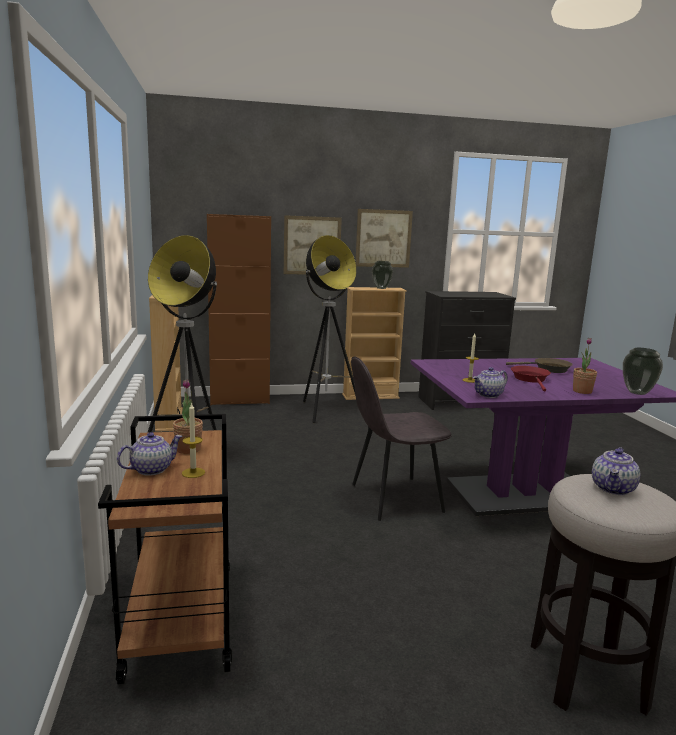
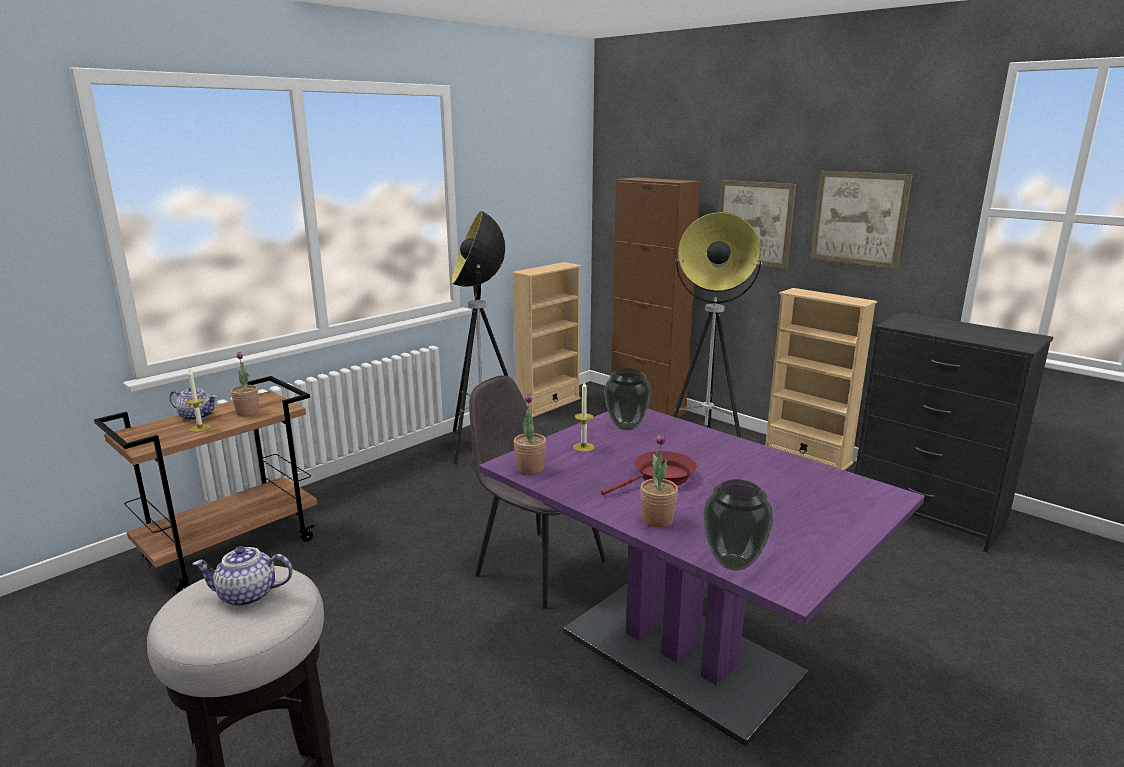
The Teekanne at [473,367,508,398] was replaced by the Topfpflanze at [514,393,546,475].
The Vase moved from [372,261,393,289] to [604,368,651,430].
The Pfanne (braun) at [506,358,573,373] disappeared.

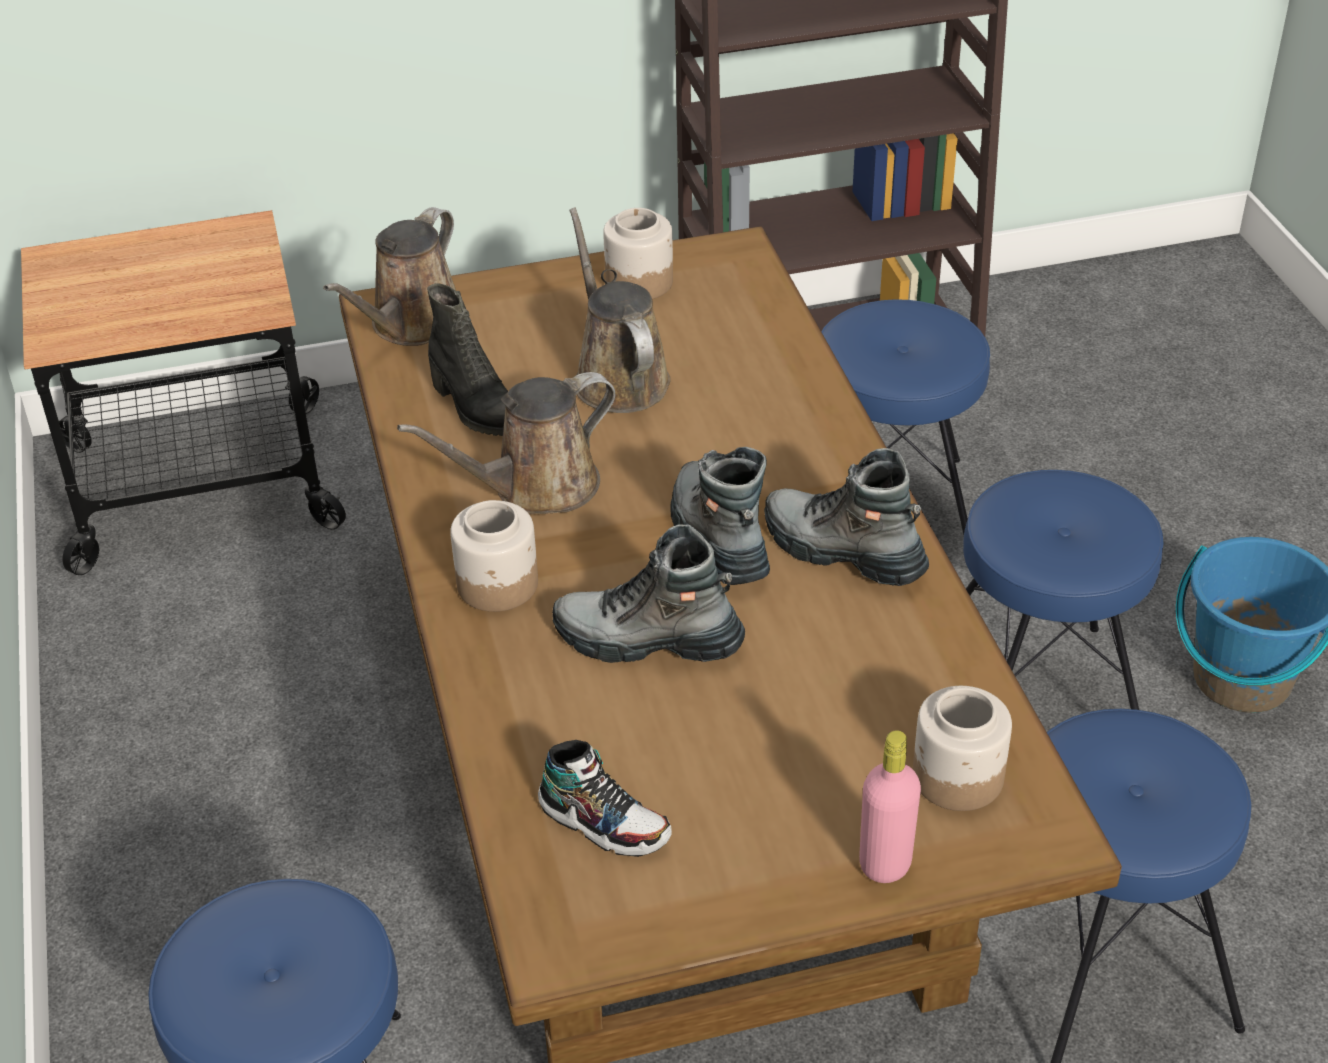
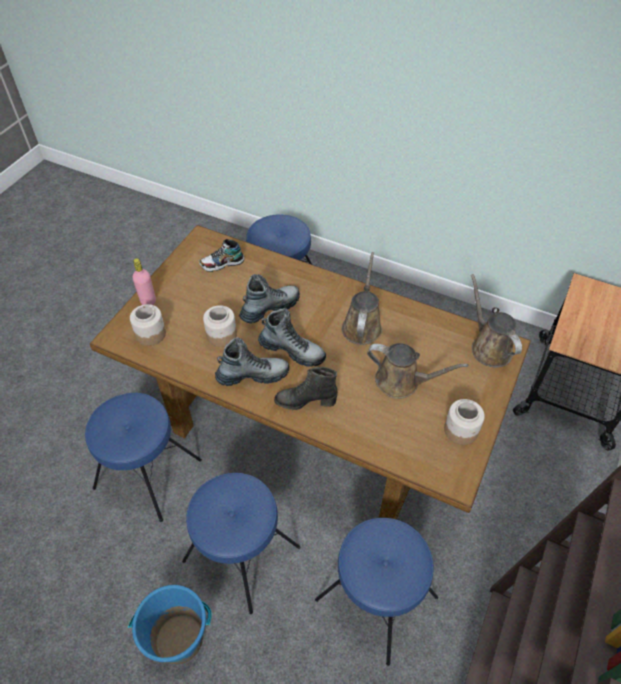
The Vorratsglas moved from [450,500,538,612] to [203,305,237,347].
The Stiefel (schwarz) moved from [427,283,508,436] to [274,367,338,410].

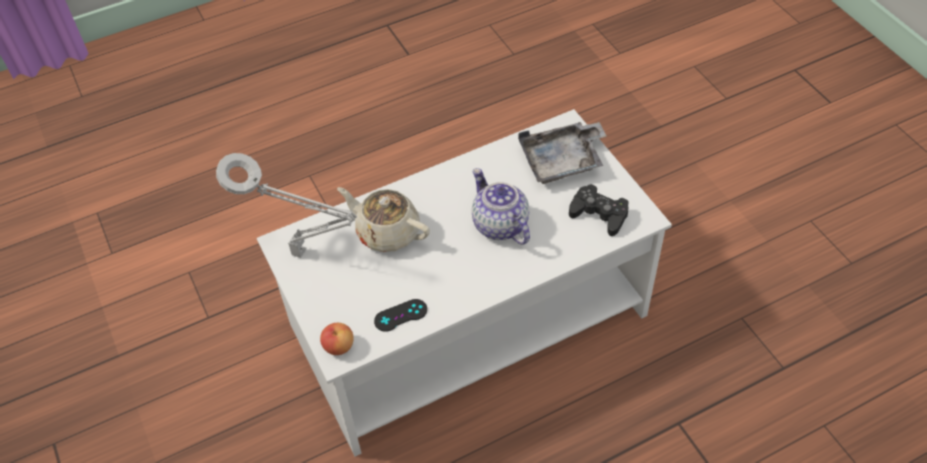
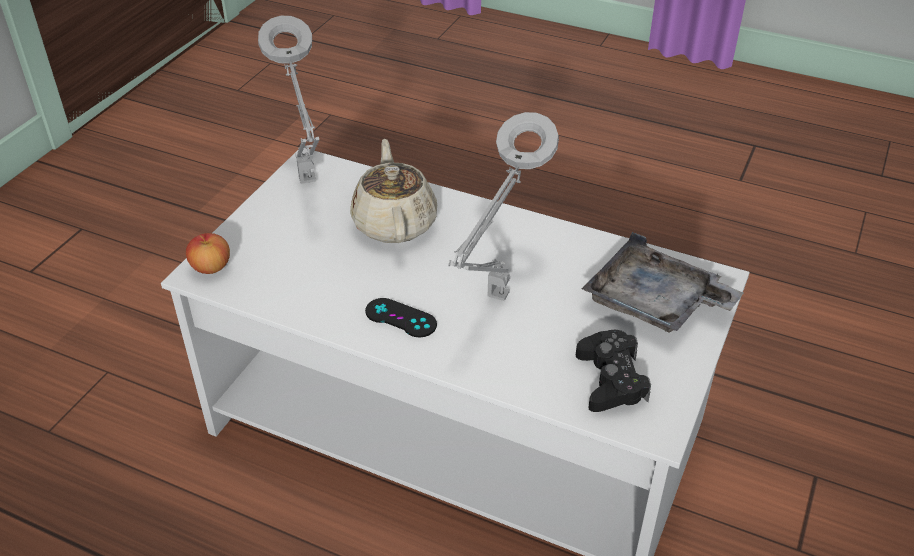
The Gamepad (schwarz) moved from [374,299,427,332] to [365,298,437,337].
The Teekanne at [472,168,530,245] was replaced by the Tischlampe (grau) at [448,112,559,301].

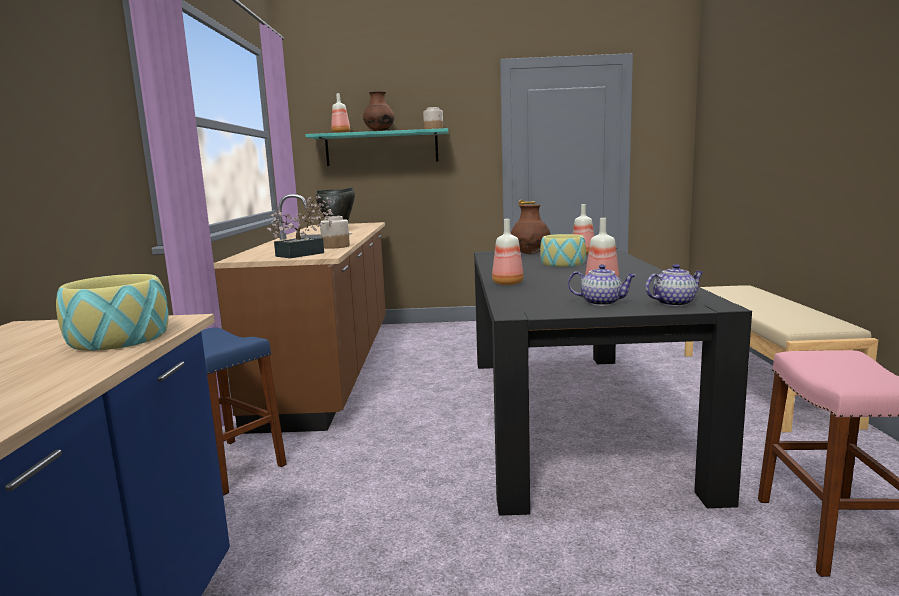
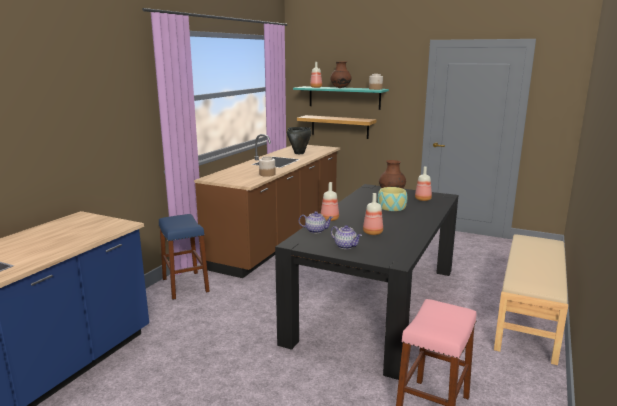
The Wandregal at [297,115,376,139] appeared.
The Teekanne moved from [645,264,703,307] to [299,211,334,233].
The Schüssel at [56,274,169,351] disappeared.
The Topfpflanze at [267,195,333,258] disappeared.

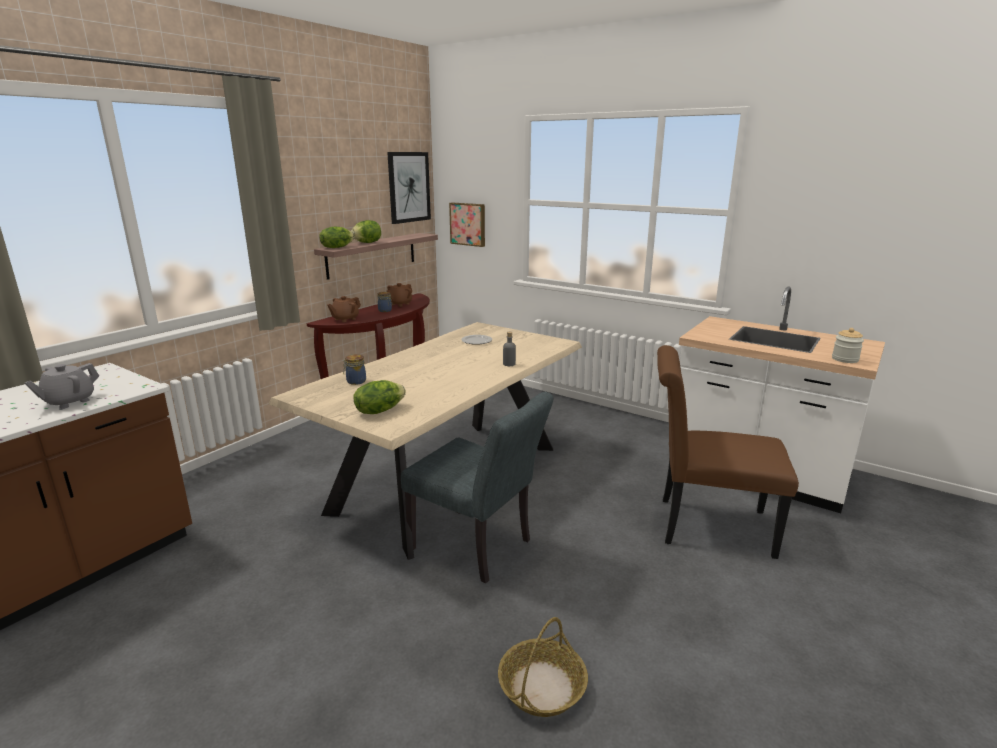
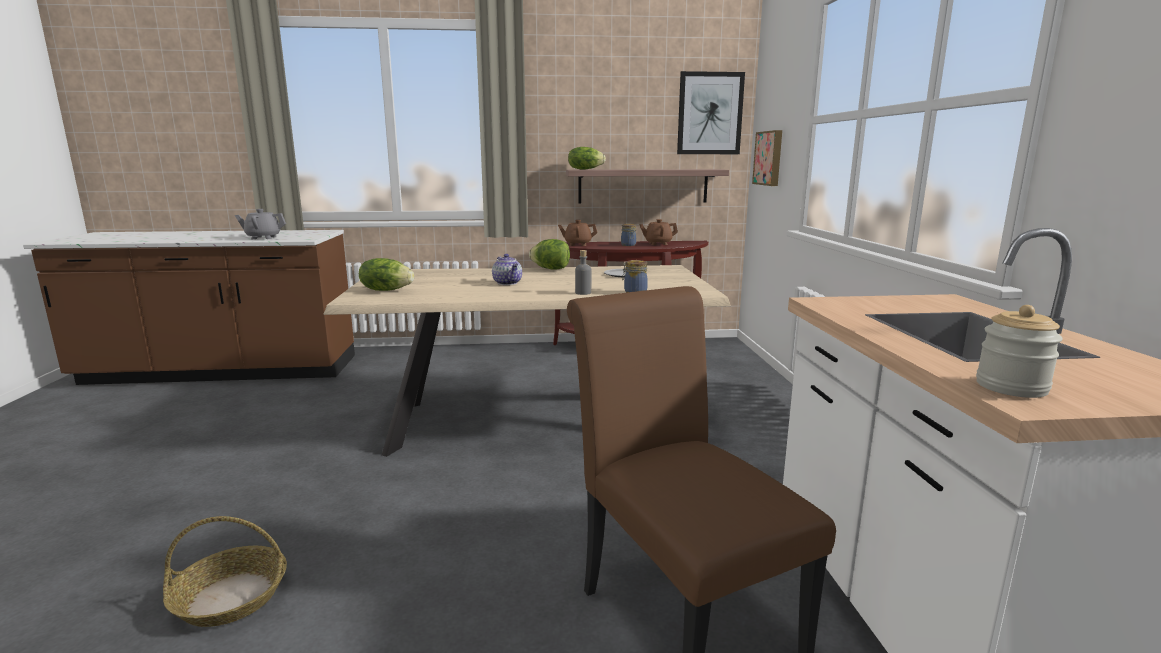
The Teekanne at [492,254,522,285] appeared.
The Salatkopf moved from [351,220,381,243] to [529,239,570,269].
The Vorratsglas moved from [343,354,366,385] to [622,260,648,293].
The Stuhl (grau) at [401,392,553,583] disappeared.

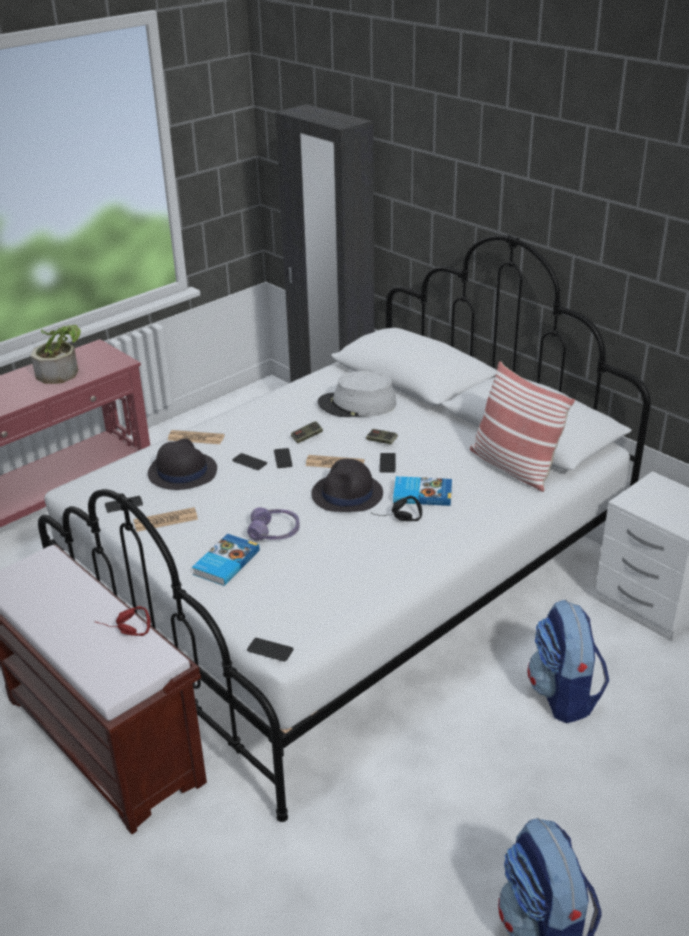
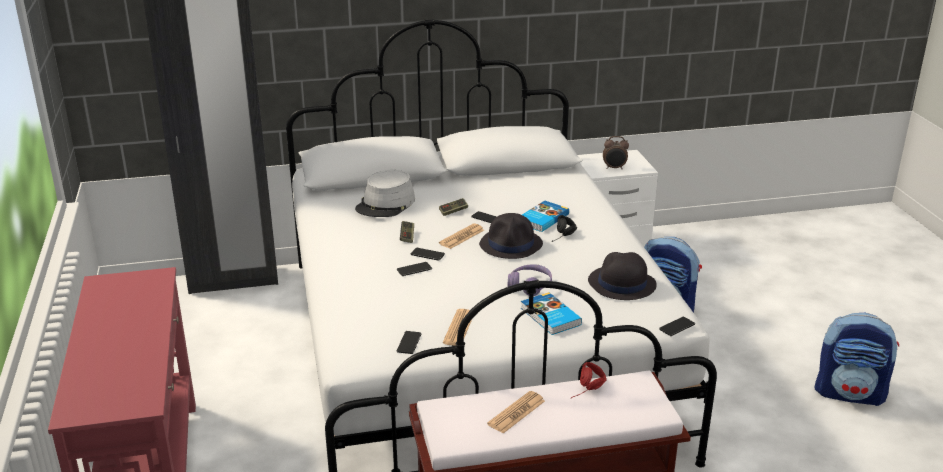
The Zeitung moved from [168,430,224,444] to [487,391,545,433].
The Hut (schwarz) moved from [148,438,217,490] to [588,252,657,300].
The Wecker at [603,136,629,169] appeared.
The Topfpflanze at [31,325,81,384] disappeared.
The Kissen at [470,361,575,492] disappeared.

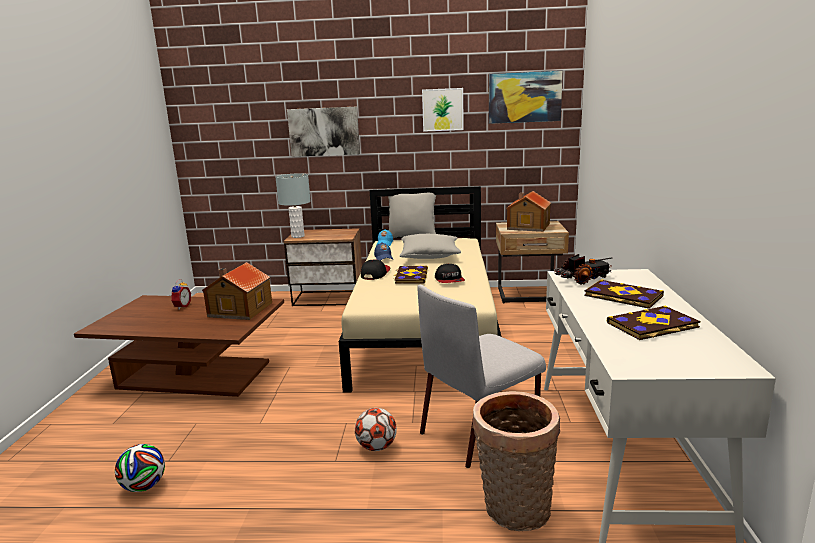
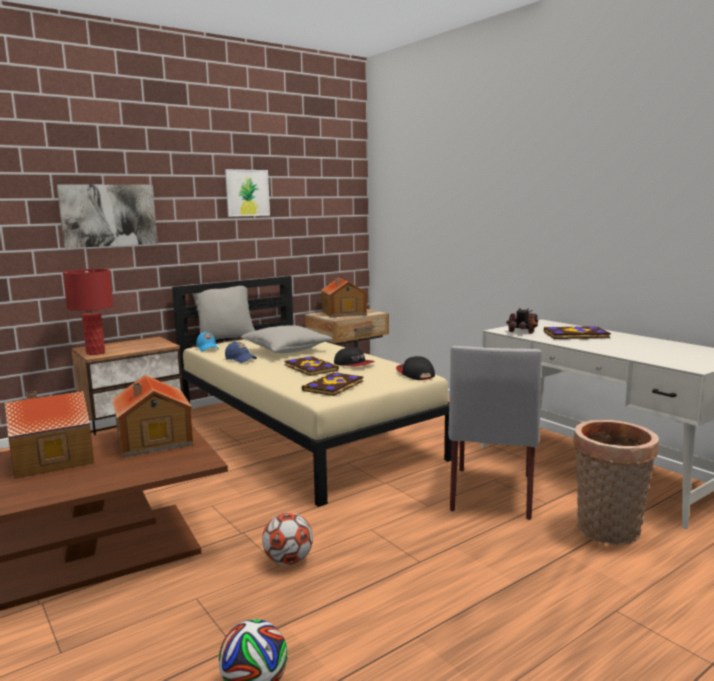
The Wecker at [170,279,191,310] was replaced by the Spielzeughaus at [5,391,94,479].
The Tischlampe (grau) at [276,173,311,238] became the Tischlampe (rot) at [63,269,114,355].
The Fußball moved from [355,408,397,451] to [262,512,313,565].
The Buch moved from [607,306,700,340] to [302,372,364,396].
The Kappe moved from [361,260,391,280] to [396,356,435,380].
The Bild at [489,71,563,124] disappeared.

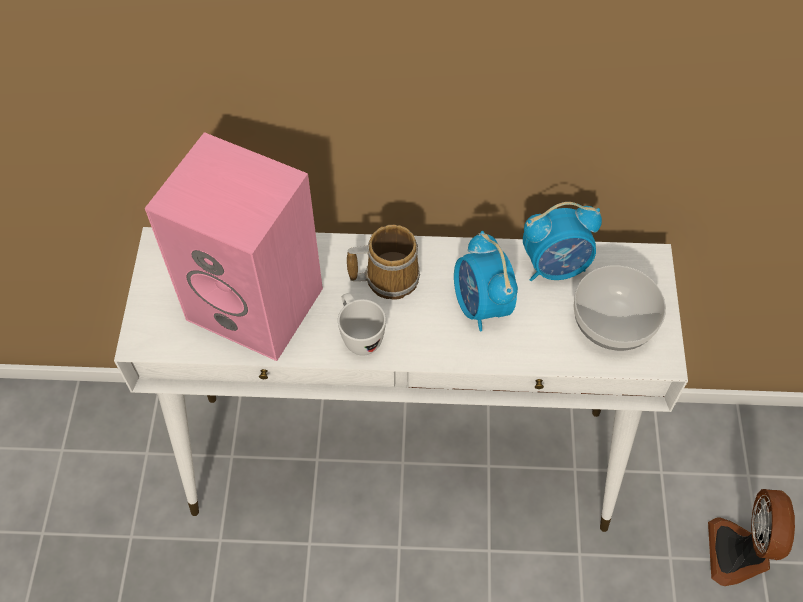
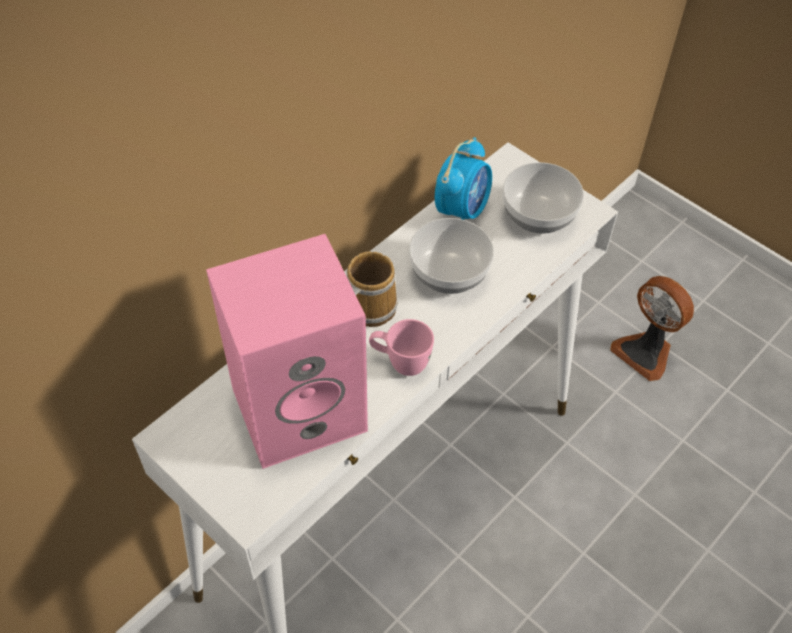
The Henkelbecher (weiß) at [338,293,386,356] became the Henkelbecher (rosa) at [369,319,434,376].
The Wecker at [454,231,518,332] was replaced by the Schüssel at [409,218,494,294].

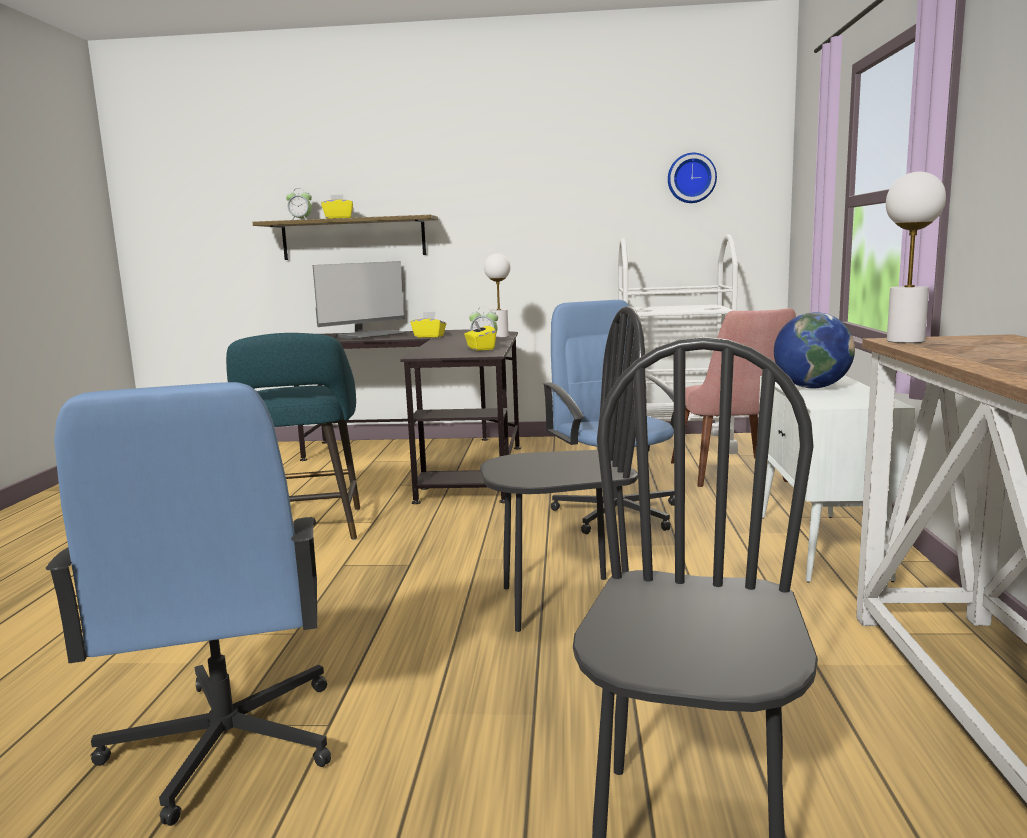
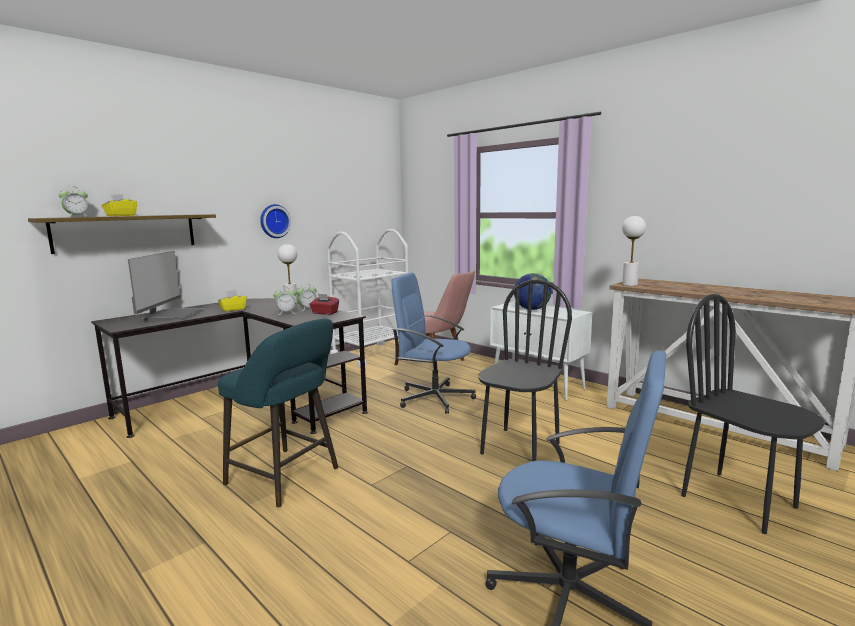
The Wanduhr moved from [668,153,717,203] to [260,204,291,238].
The Wecker at [273,286,296,315] appeared.
The Taschentuchbox (gelb) at [464,320,496,351] became the Taschentuchbox (rot) at [309,294,339,315].

